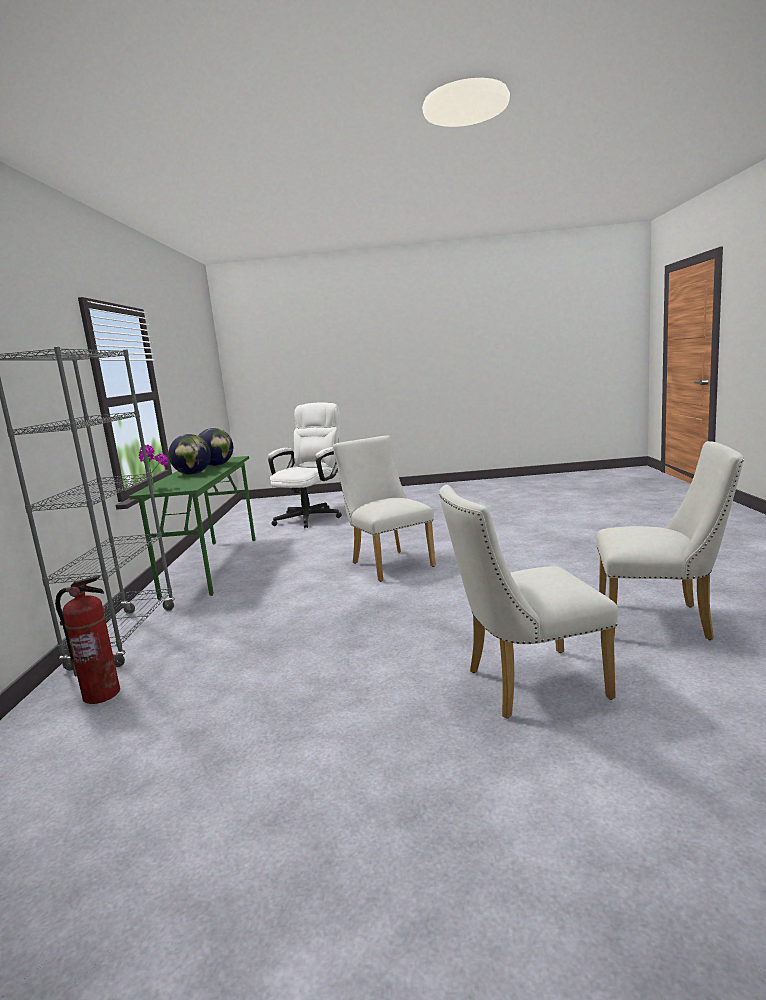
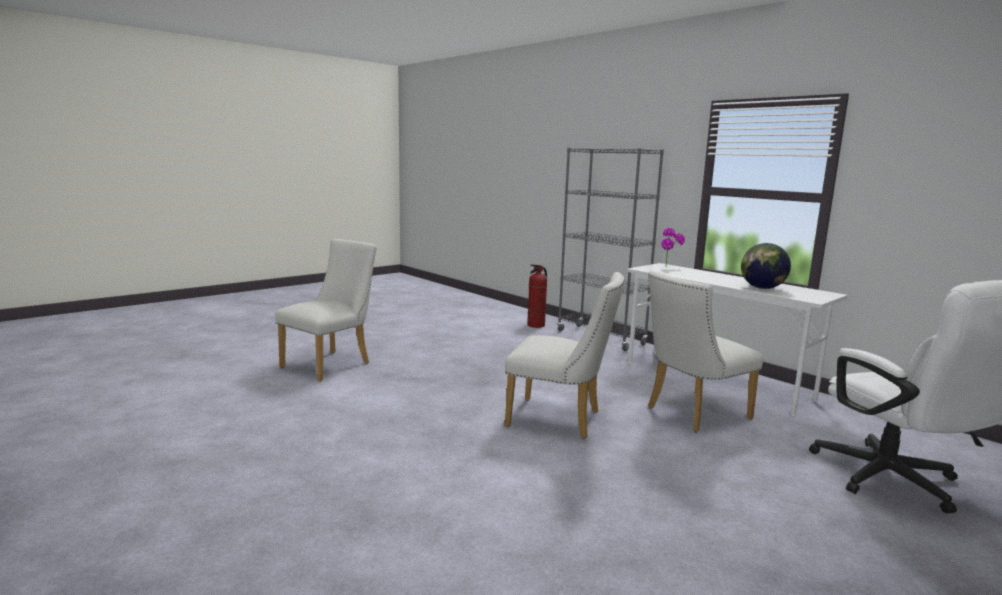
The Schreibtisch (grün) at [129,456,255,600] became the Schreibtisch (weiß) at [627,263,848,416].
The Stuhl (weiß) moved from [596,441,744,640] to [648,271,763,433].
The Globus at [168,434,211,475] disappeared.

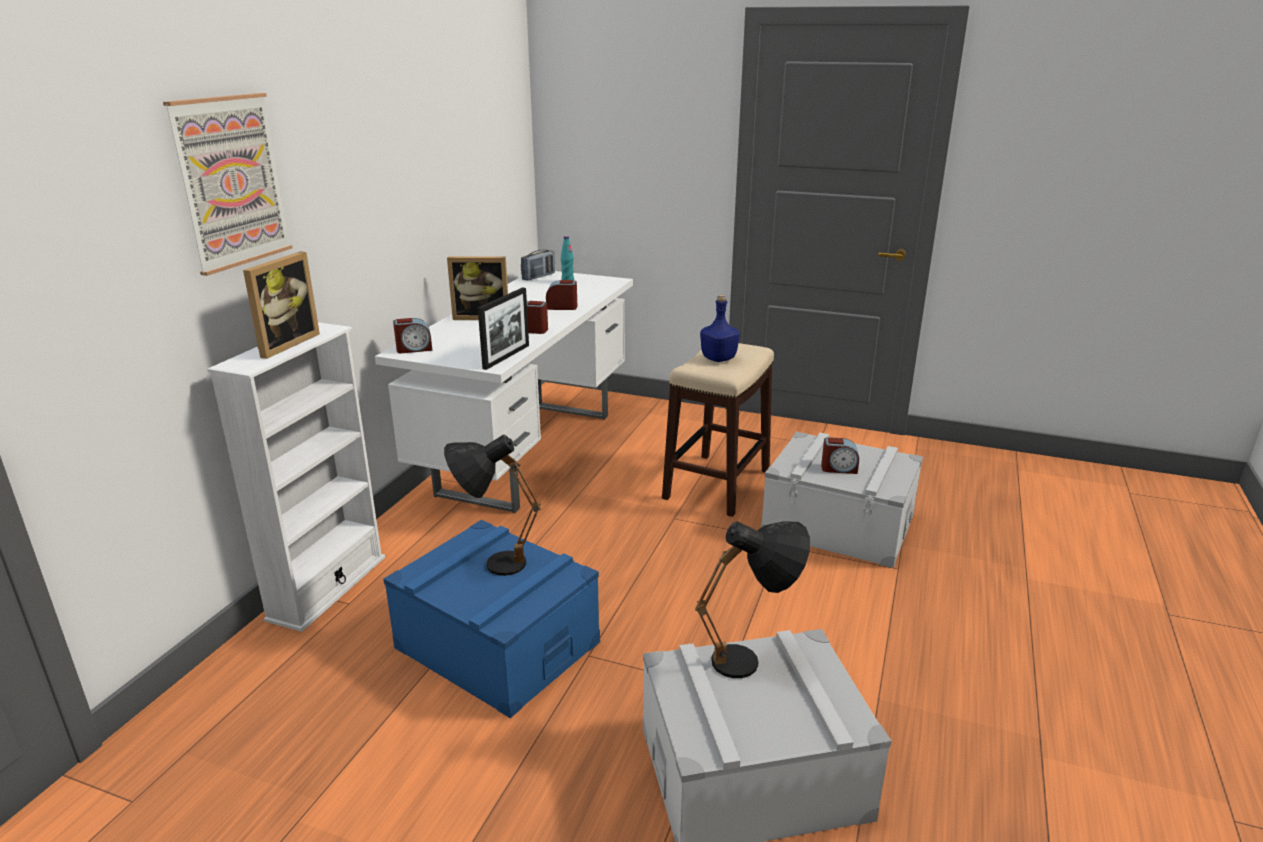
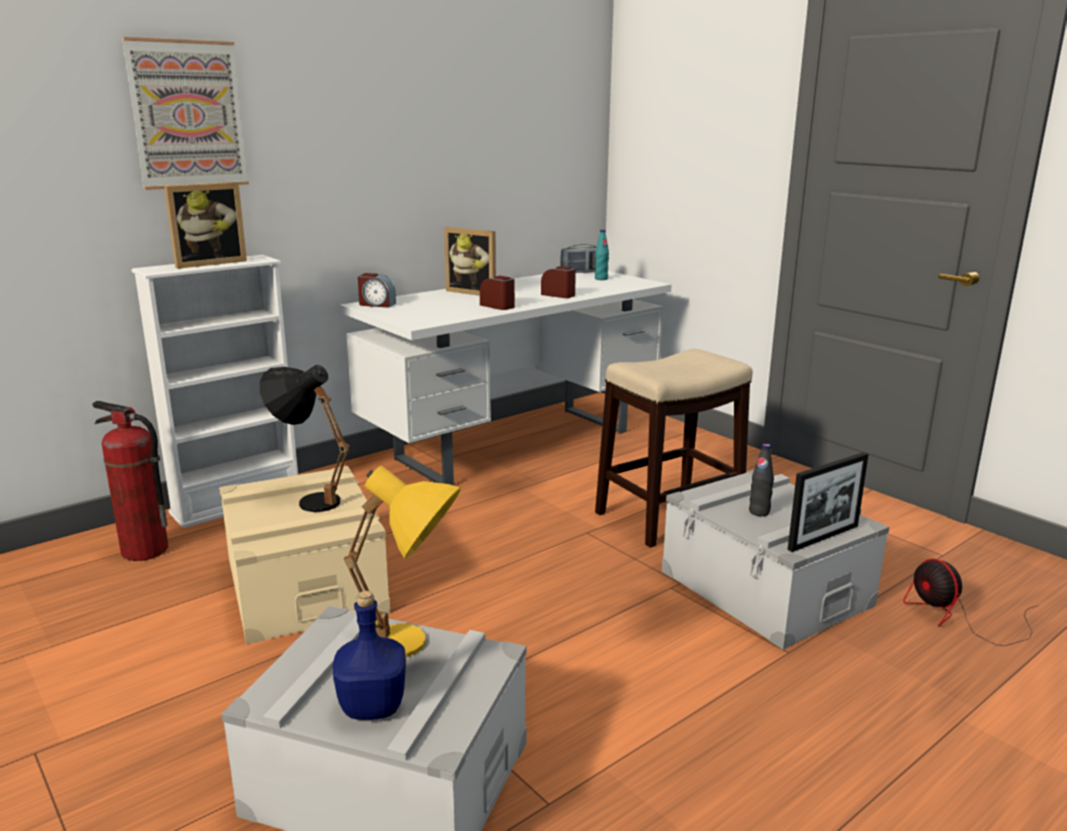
The Feuerlöscher at [92,401,168,561] appeared.
The Aufbewahrungsbox (blau) at [384,520,600,718] became the Aufbewahrungsbox (beige) at [219,466,391,645].
The Flasche (blau) moved from [700,295,740,362] to [333,591,406,720].
The Tischlampe (schwarz) at [695,522,810,678] became the Tischlampe (gelb) at [344,465,461,657].
The Wecker at [821,437,859,474] was replaced by the Flasche (schwarz) at [749,444,774,516].
The Bilderrahmen moved from [478,287,529,370] to [788,452,869,552].
The Ventilator at [903,559,1039,646] appeared.

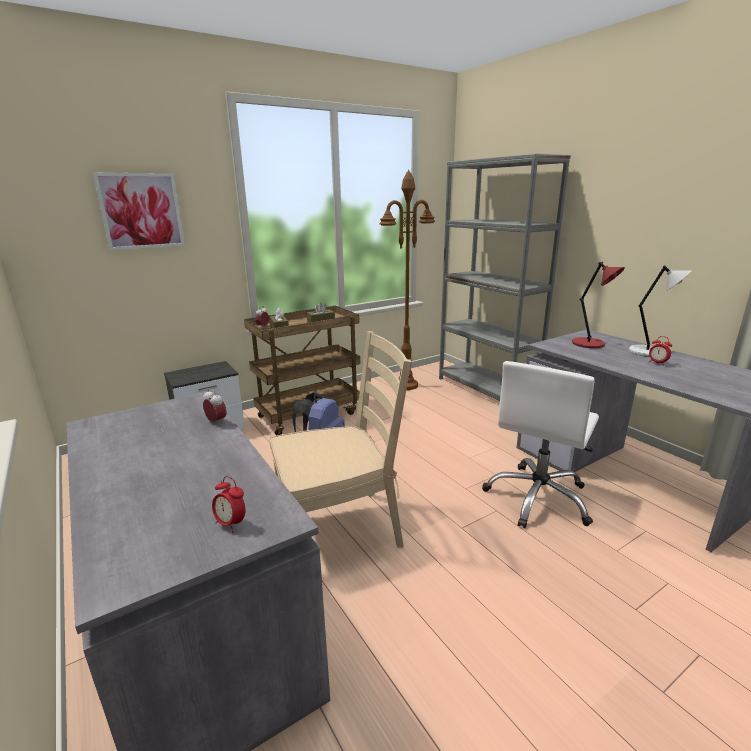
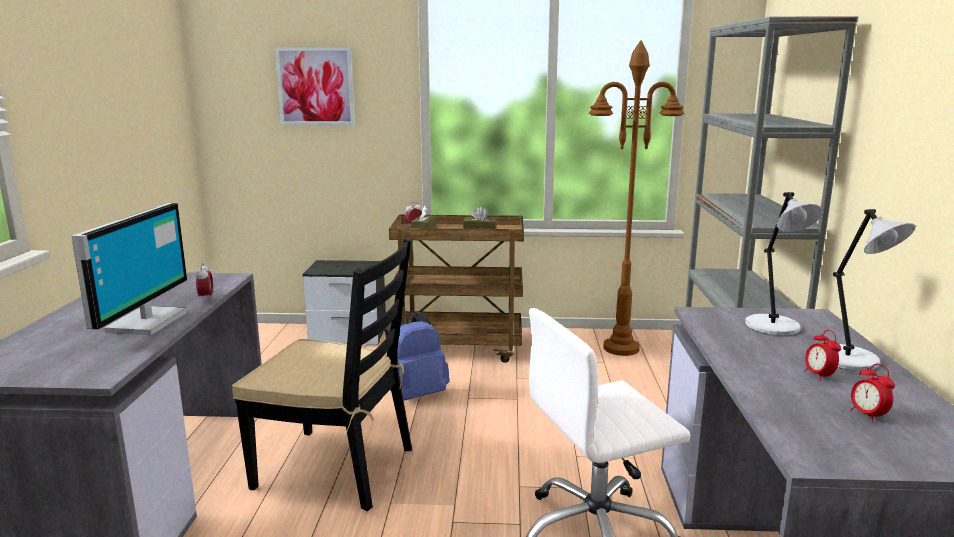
The Monitor at [71,203,187,335] appeared.
The Stuhl (beige) at [269,331,411,548] became the Stuhl (schwarz) at [232,239,412,511].
The Tischlampe (rot) at [572,262,625,348] became the Tischlampe (grau) at [745,192,823,336].
The Wecker moved from [212,476,245,533] to [850,364,895,423].

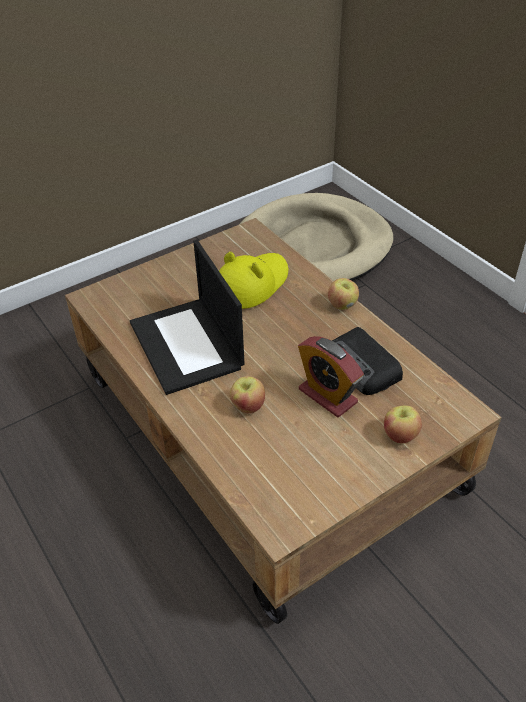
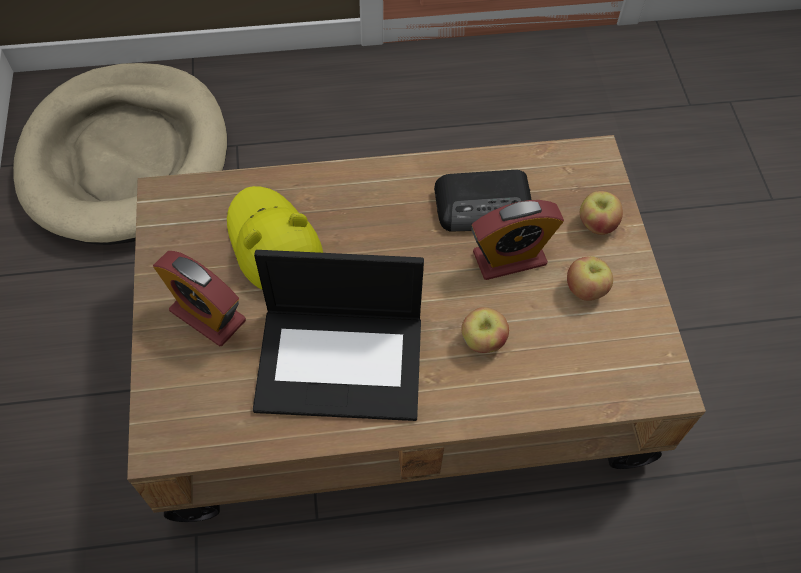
The Wecker at [153,251,246,346] appeared.
The Apfel moved from [328,278,359,310] to [567,256,613,301].

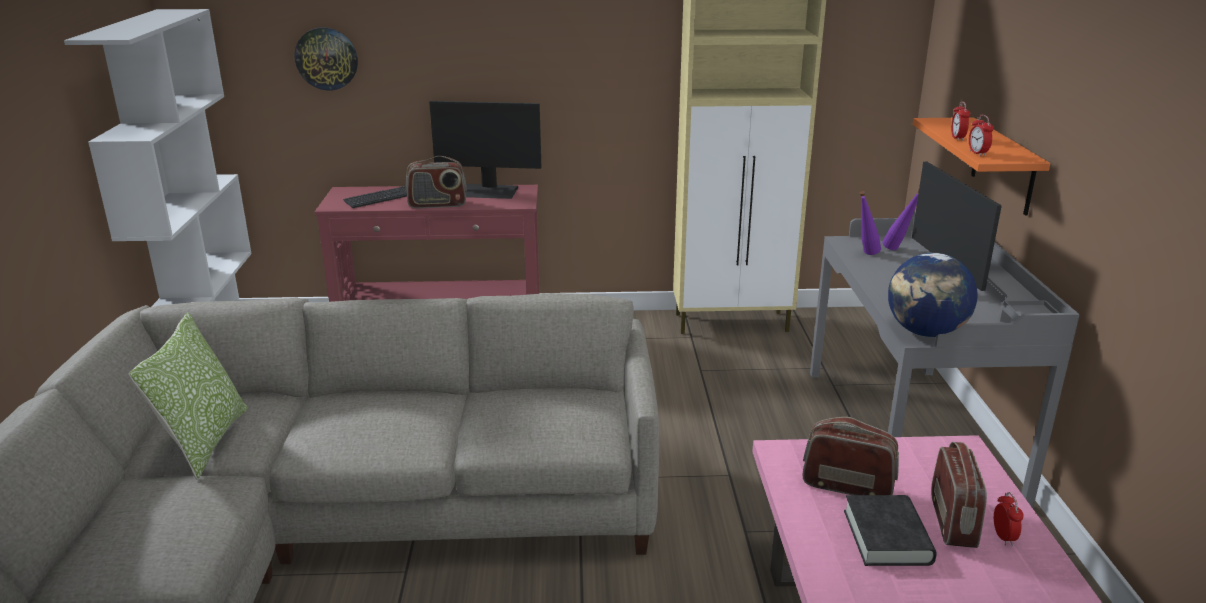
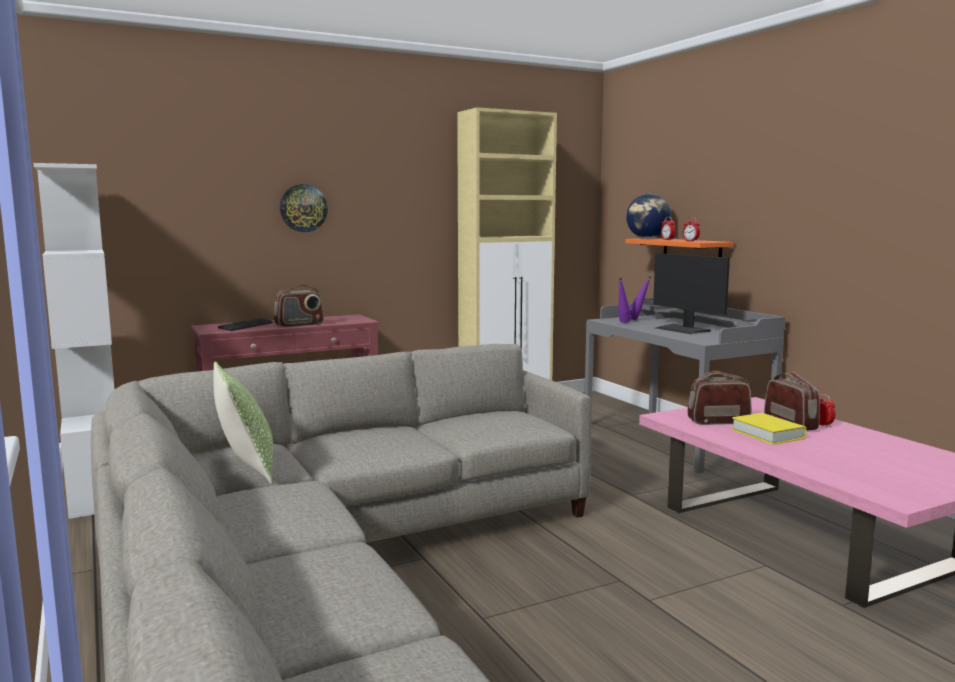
The Wanduhr moved from [294,27,358,90] to [280,184,328,232].
The Globus moved from [888,253,978,337] to [626,194,672,239].
The Buch (schwarz) at [844,495,937,566] became the Buch (gelb) at [731,413,807,445].
The Monitor at [429,101,542,199] disappeared.

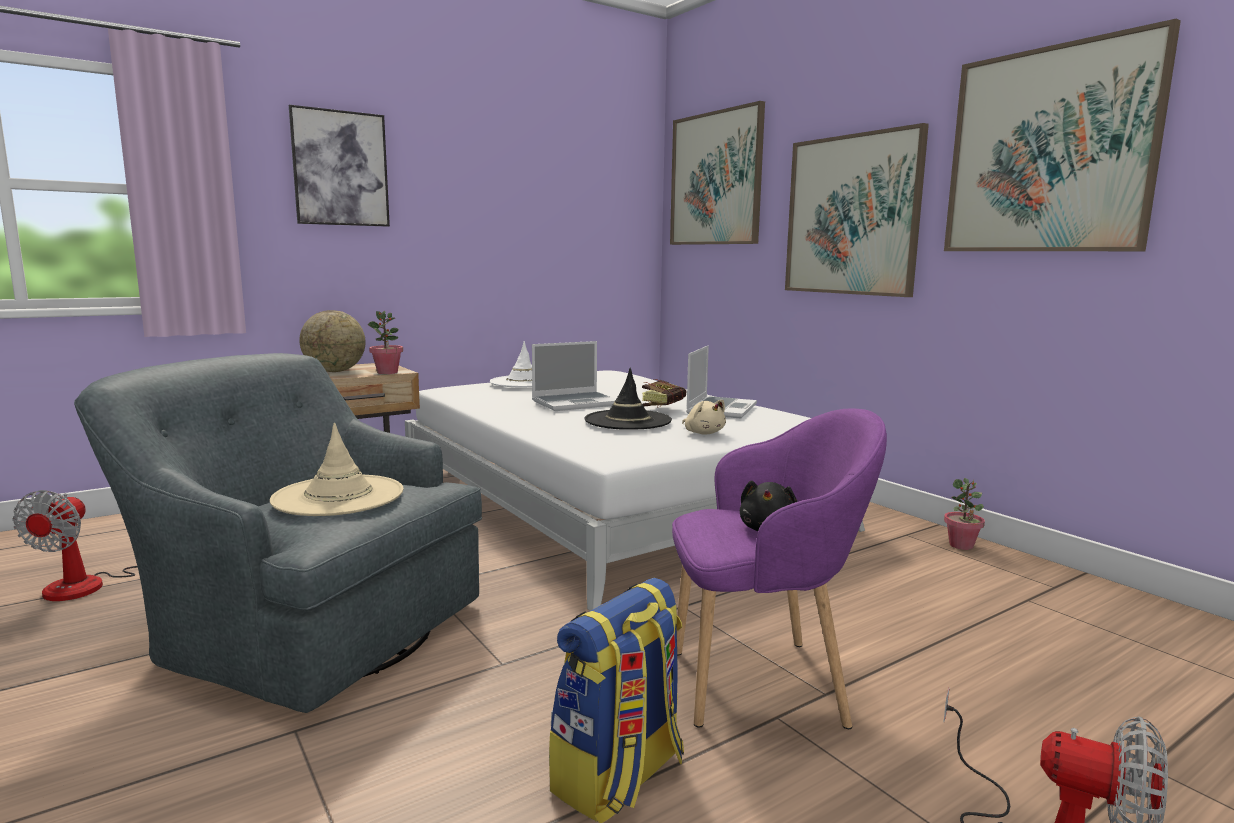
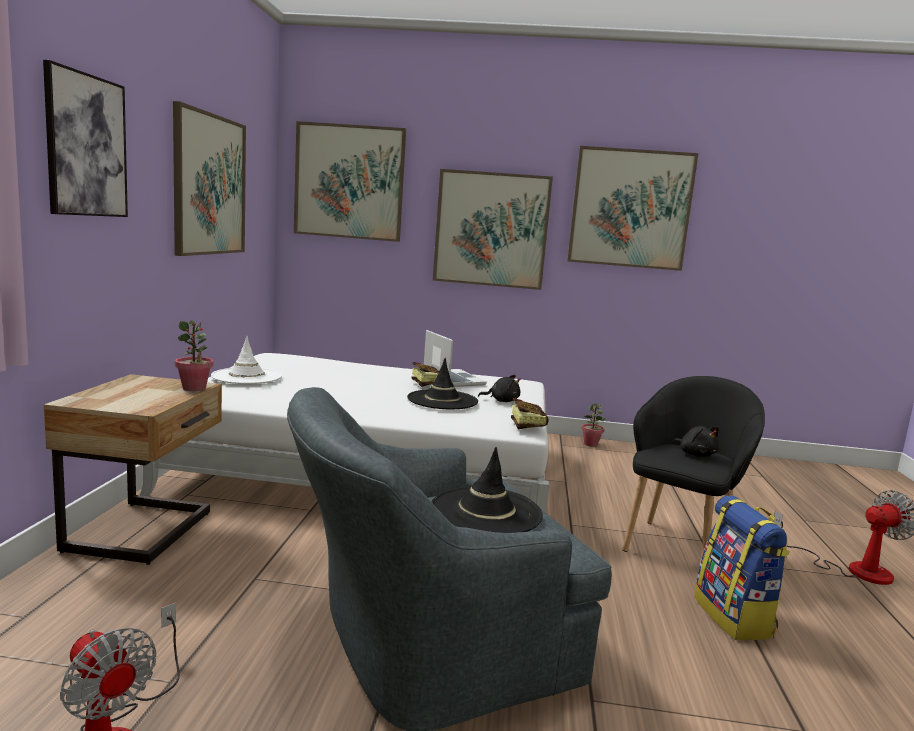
The Bild at [173,101,246,256] appeared.
The Hut (beige) at [270,423,403,516] became the Hut (schwarz) at [432,447,543,533].
The Plüschtier (beige) at [682,400,726,435] became the Plüschtier (schwarz) at [478,375,521,402].
The Buch at [511,398,549,429] appeared.
The Sessel (lila) at [672,408,887,729] became the Sessel (schwarz) at [622,376,765,559].
The Globus at [299,310,366,372] disappeared.
The Laptop at [532,341,616,411] disappeared.

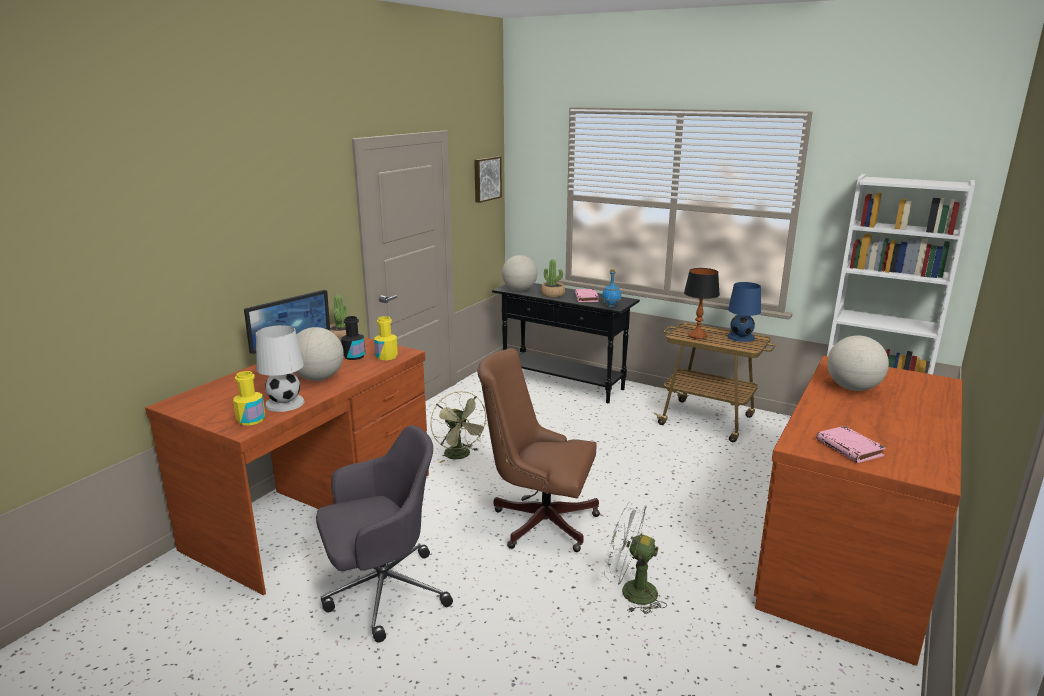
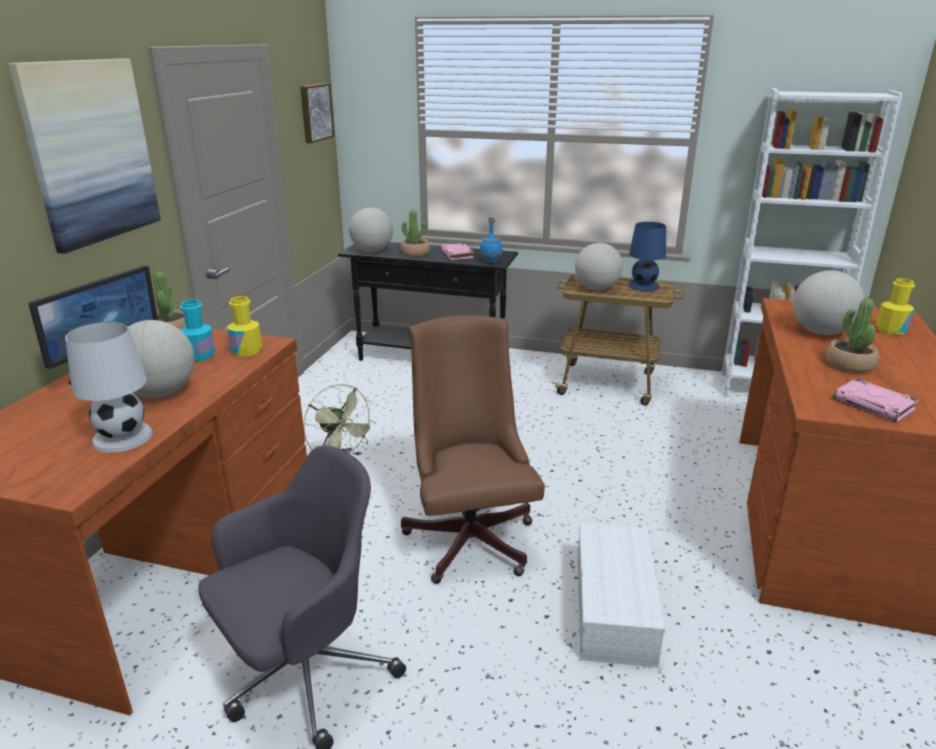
The Bild at [8,58,161,254] appeared.
The Flasche (schwarz) at [341,316,365,360] became the Flasche (türkis) at [180,300,215,361].
The Bürostuhl (braun) at [477,348,600,552] turned 75 degrees clockwise.
The Tischlampe at [684,268,720,339] was replaced by the Globus at [575,243,623,290].
The Ventilator (weiß) at [604,501,667,614] was replaced by the Aufbewahrungsbox (weiß) at [577,523,665,667].
The Topfpflanze at [825,299,879,373] appeared.
The Flasche (gelb) moved from [233,371,265,426] to [876,278,915,335].

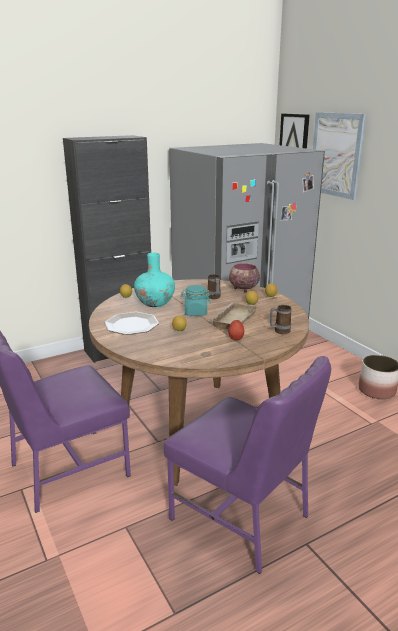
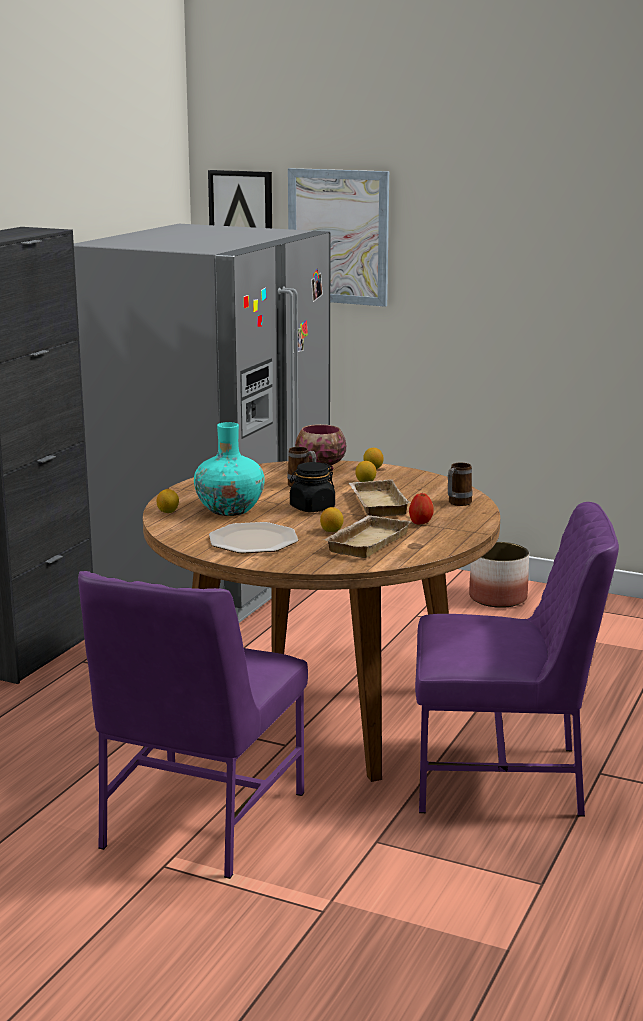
The Vorratsglas (türkis) at [181,285,211,316] became the Vorratsglas (schwarz) at [290,462,335,512].
The Tablett (beige) at [324,515,411,558] appeared.

